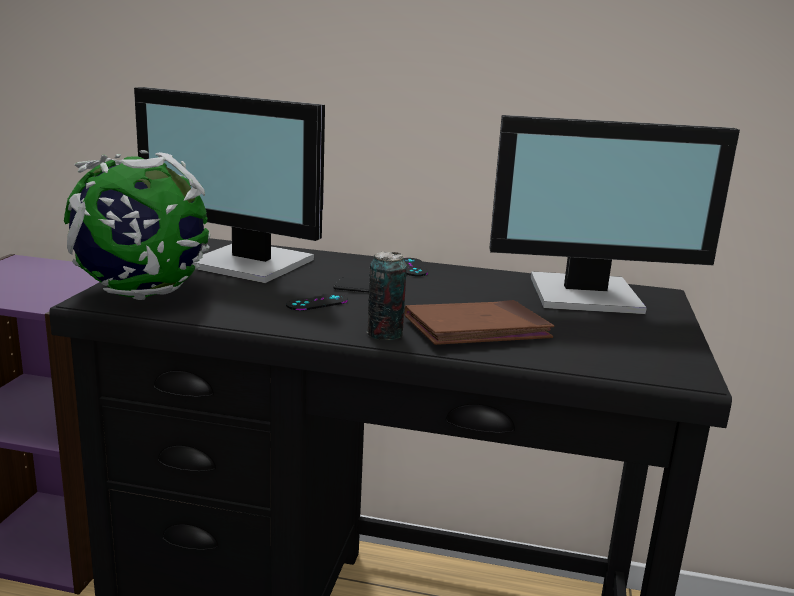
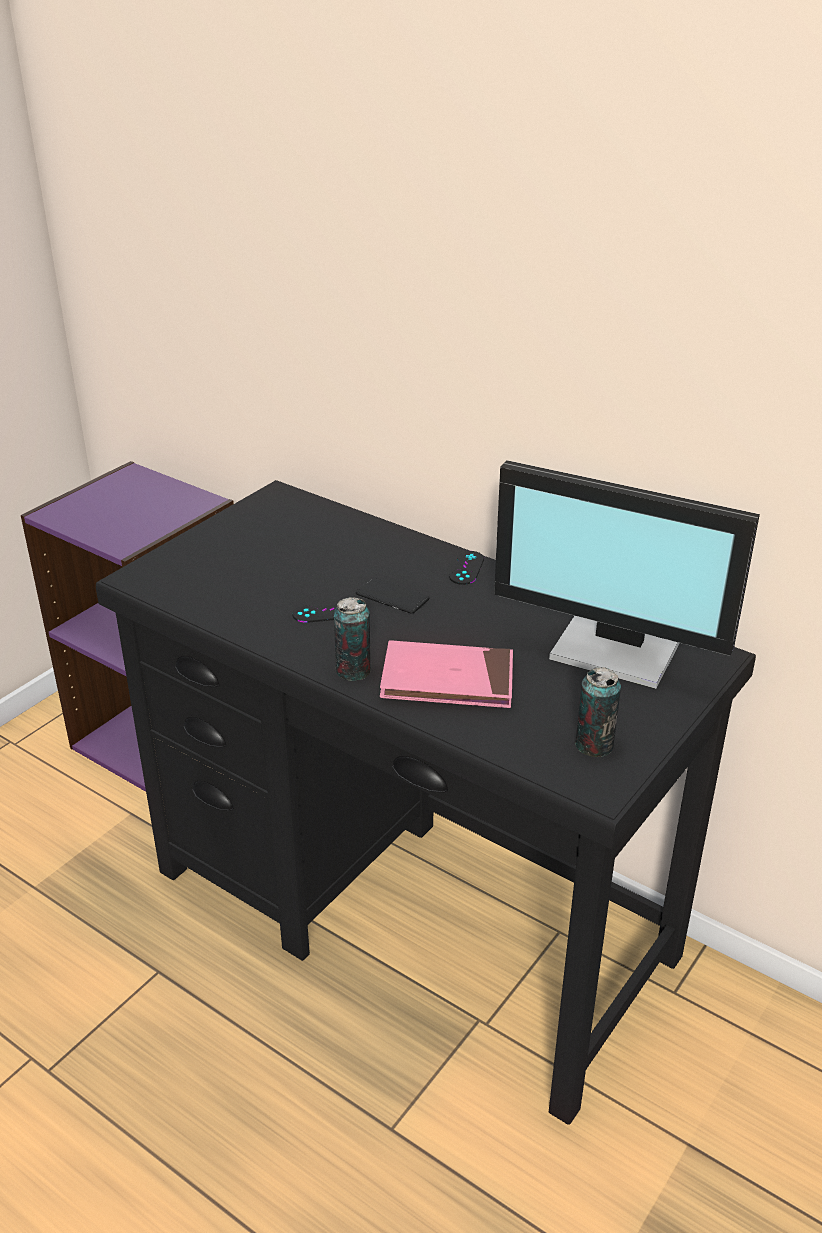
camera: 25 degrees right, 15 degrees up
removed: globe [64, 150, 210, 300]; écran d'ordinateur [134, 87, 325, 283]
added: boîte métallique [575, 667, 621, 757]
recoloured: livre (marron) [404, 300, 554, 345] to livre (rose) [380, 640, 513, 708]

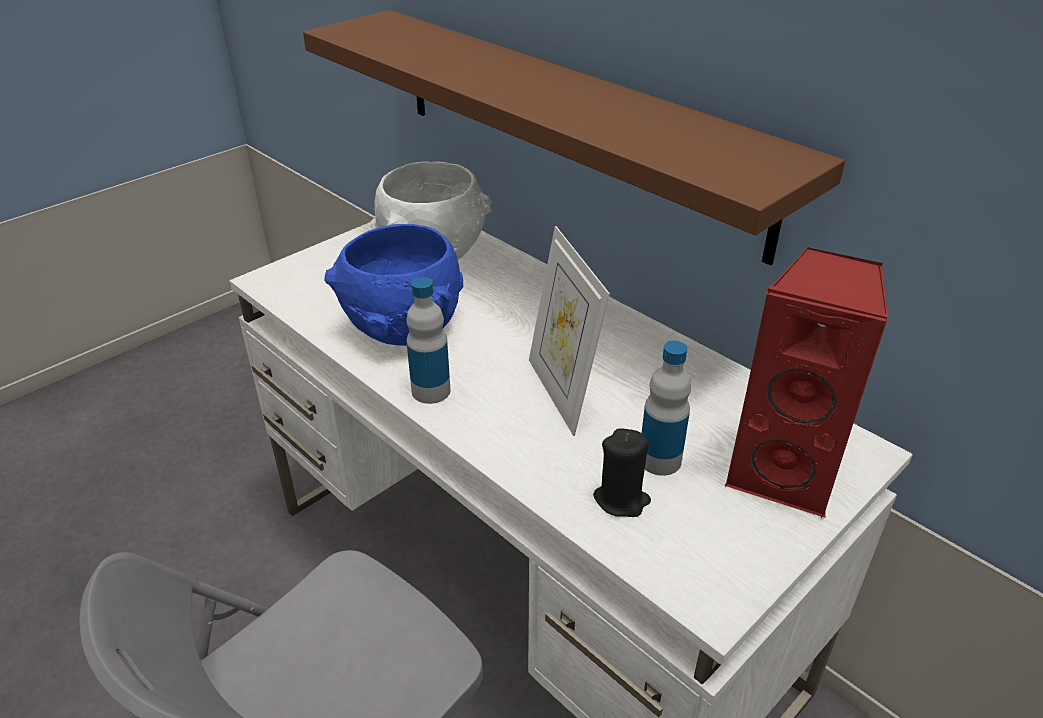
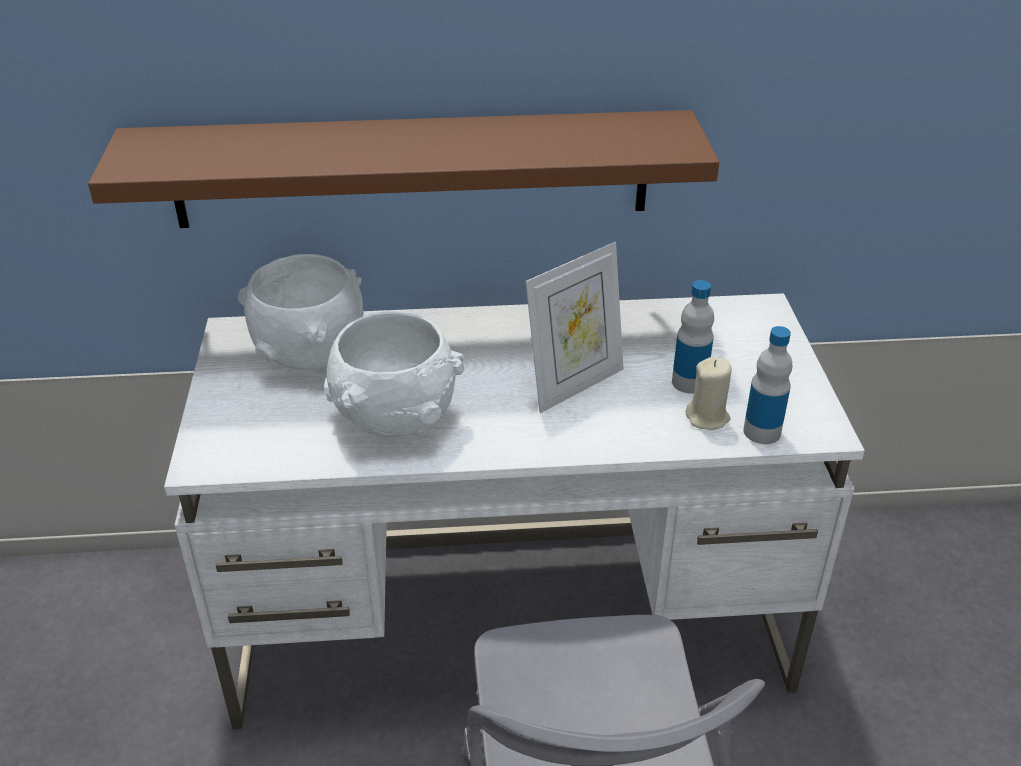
camera: 50 degrees left, 0 degrees up
removed: enceinte (rouge) [724, 246, 889, 519]
moved: bouteille [406, 277, 450, 404] to [743, 326, 792, 444]
recoloured: bol (bleu) [324, 224, 463, 346] to bol (blanc) [324, 312, 464, 438]; bougie (noir) [593, 428, 651, 517] to bougie (beige) [686, 357, 732, 430]
turned: cadre photo [529, 226, 610, 436] = [526, 242, 624, 413] 60 degrees counterclockwise

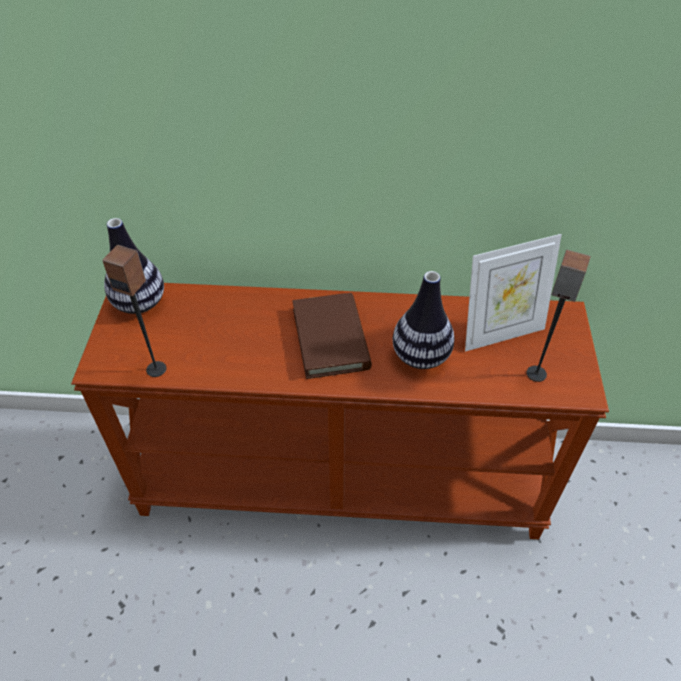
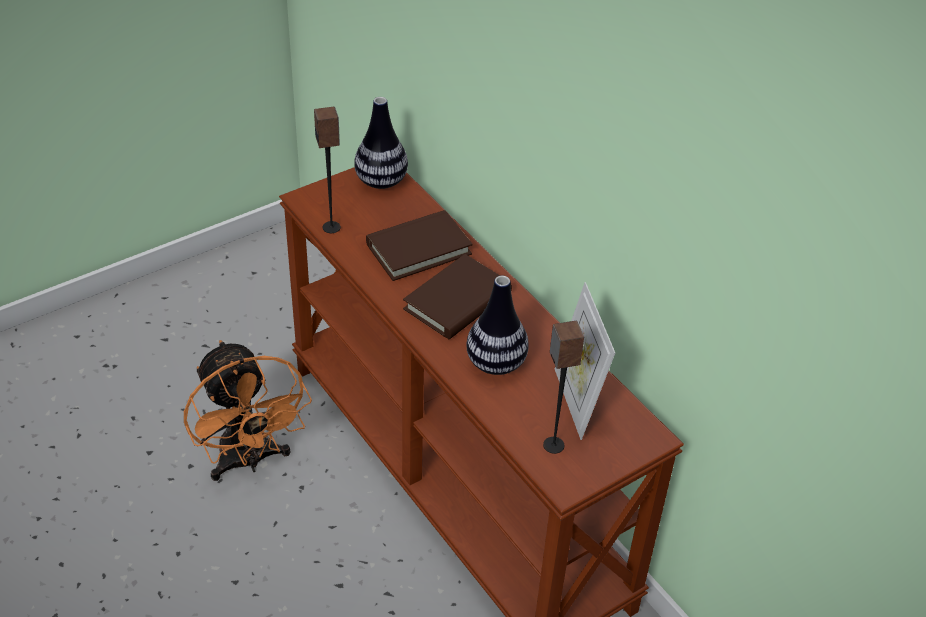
camera: 50 degrees right, 5 degrees down
added: ventilateur (orange) [184, 340, 312, 481]; livre (marron) [366, 210, 473, 281]
turned: cadre photo [465, 234, 562, 352] = [555, 282, 615, 440] 45 degrees clockwise

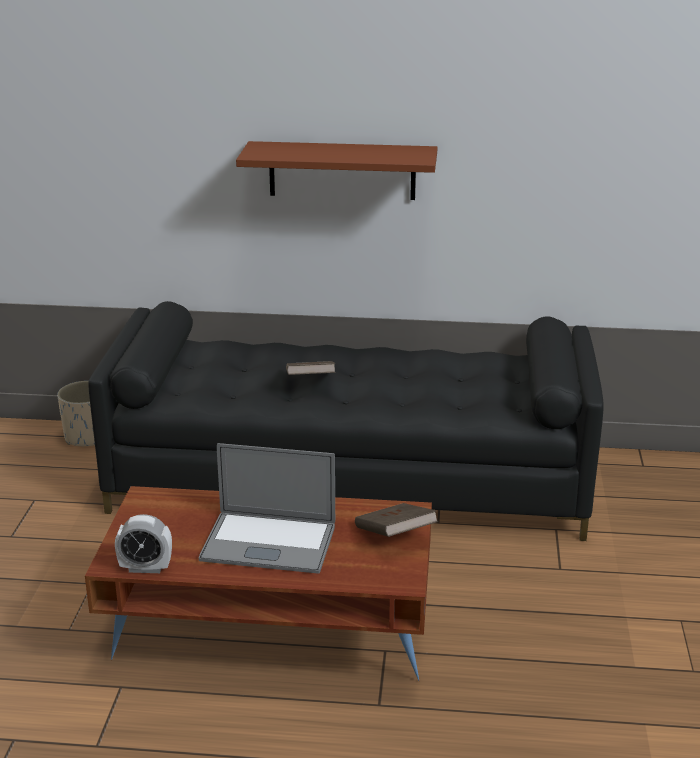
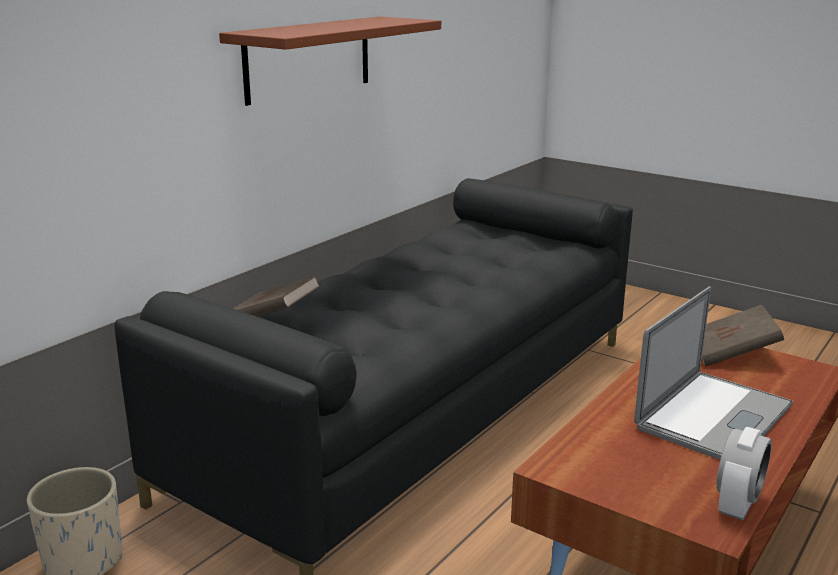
camera: 60 degrees left, 5 degrees down
moved: livre (marron) [286, 361, 336, 375] to [233, 275, 320, 316]

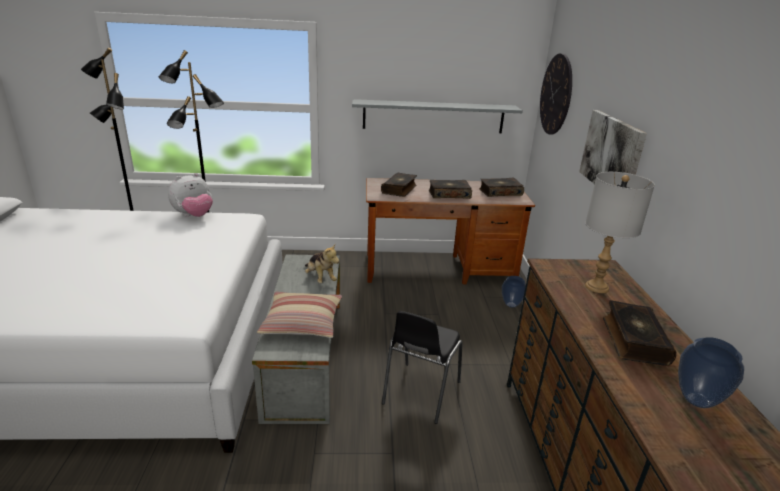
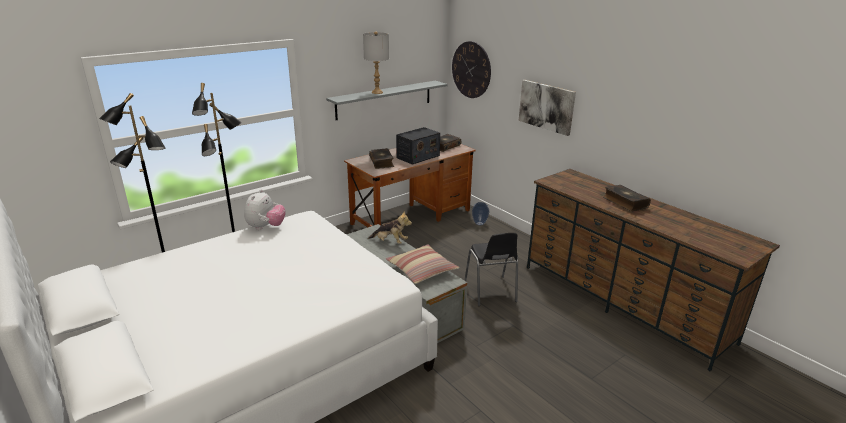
camera: 35 degrees left, 0 degrees up
removed: vase [678, 337, 744, 408]
moved: lampe de table (gris) [585, 172, 655, 293] to [363, 31, 389, 94]
replaced: livre [429, 180, 472, 199] to radio [396, 127, 440, 165]

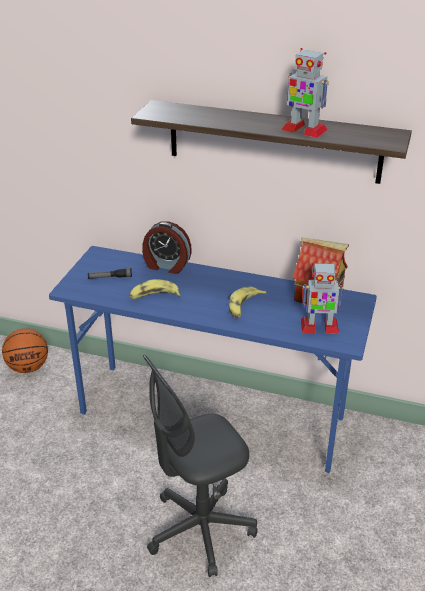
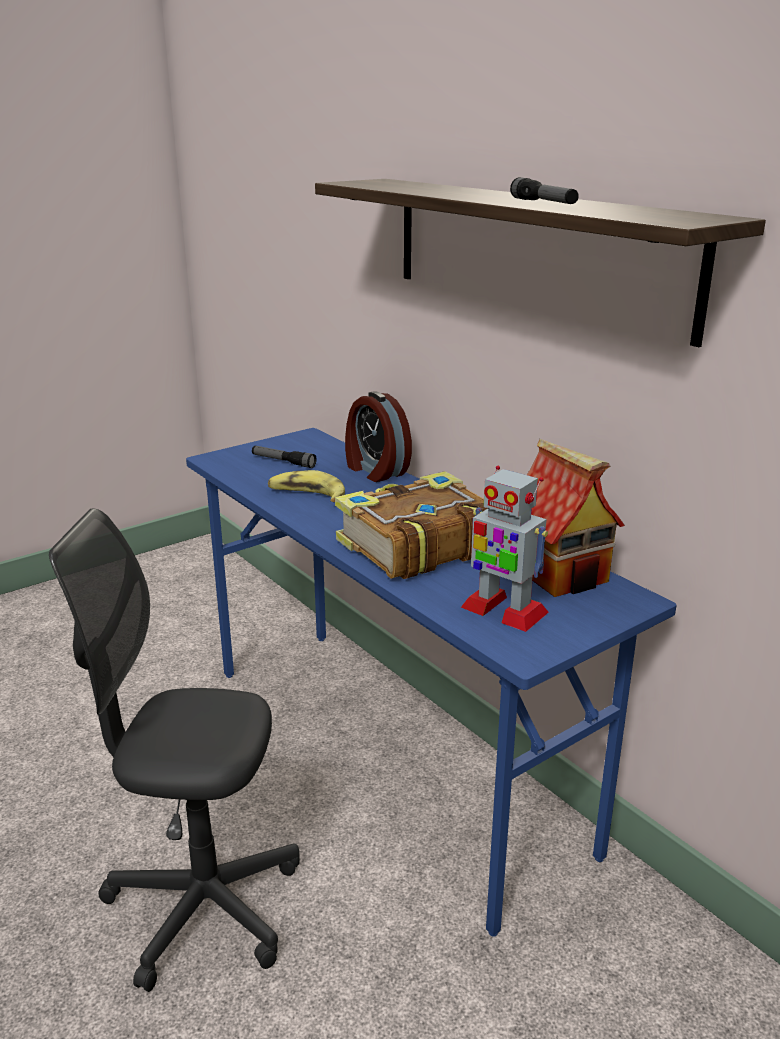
camera: 35 degrees right, 10 degrees down
removed: ballon de basket [2, 328, 48, 373]
replaced: banane [229, 286, 267, 318] to livre [335, 471, 488, 579]; robot jouet [281, 48, 329, 138] to lampe de poche [510, 177, 579, 204]

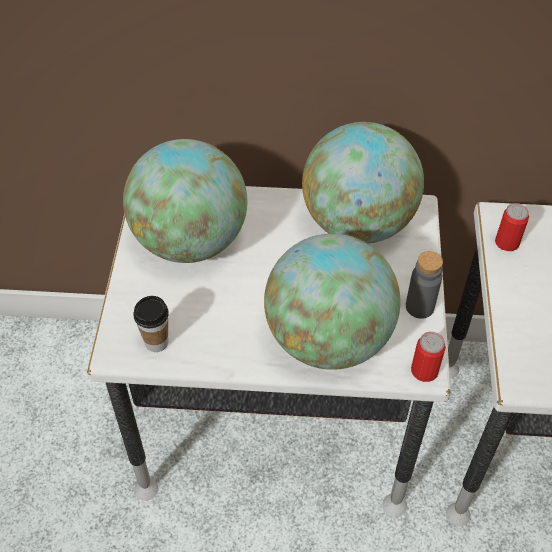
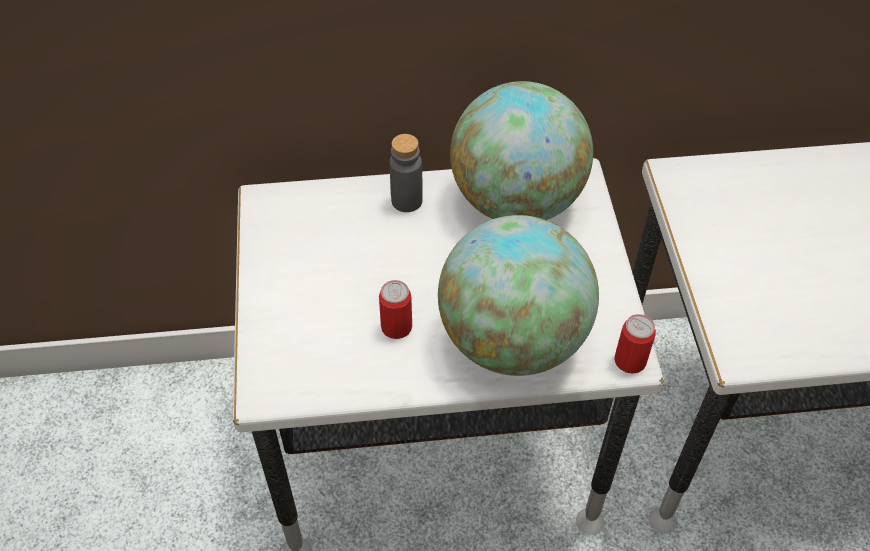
camera: 10 degrees left, 0 degrees up
removed: globe [123, 139, 247, 263]; tasse [134, 296, 169, 352]
moved: bouteille (gris) [406, 251, 443, 319] to [389, 134, 423, 212]; boîte métallique [495, 203, 529, 251] to [379, 280, 412, 339]

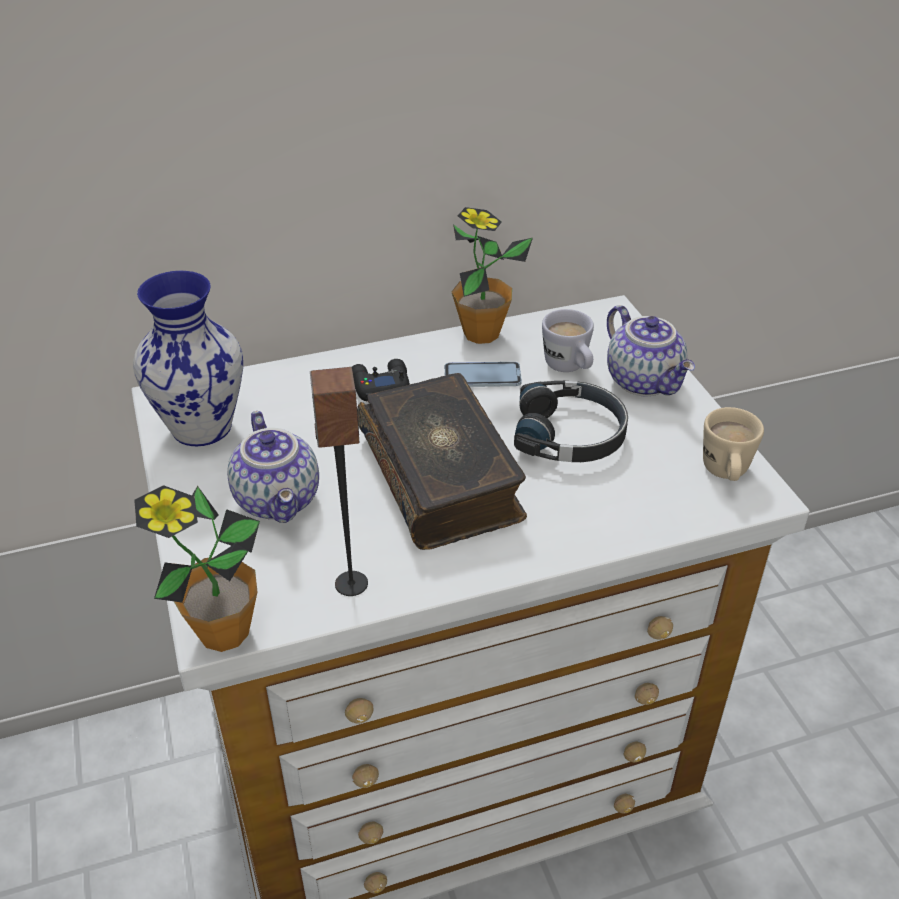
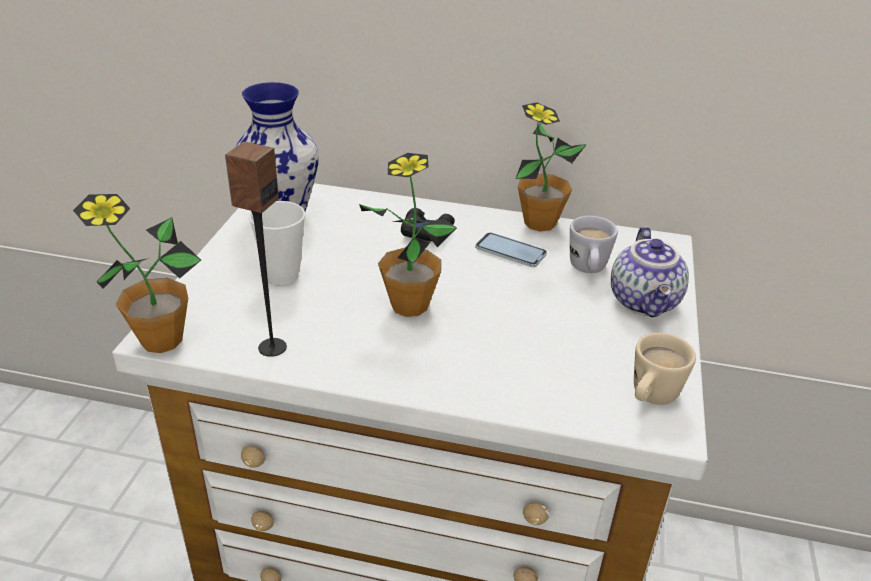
camera: 30 degrees right, 5 degrees down
removed: casque audio (noir) [514, 381, 628, 462]
replaced: théière [227, 411, 319, 523] to tasse [249, 201, 305, 285]; livre [357, 373, 527, 550] to plante en pot [359, 153, 457, 317]

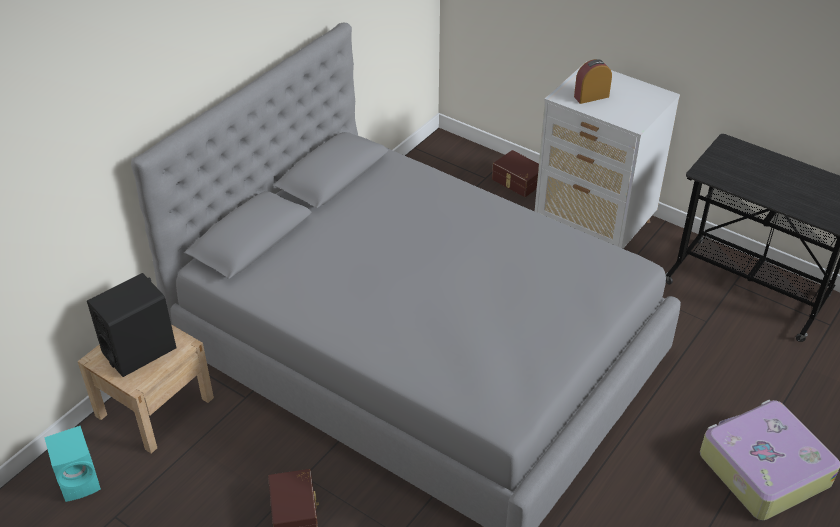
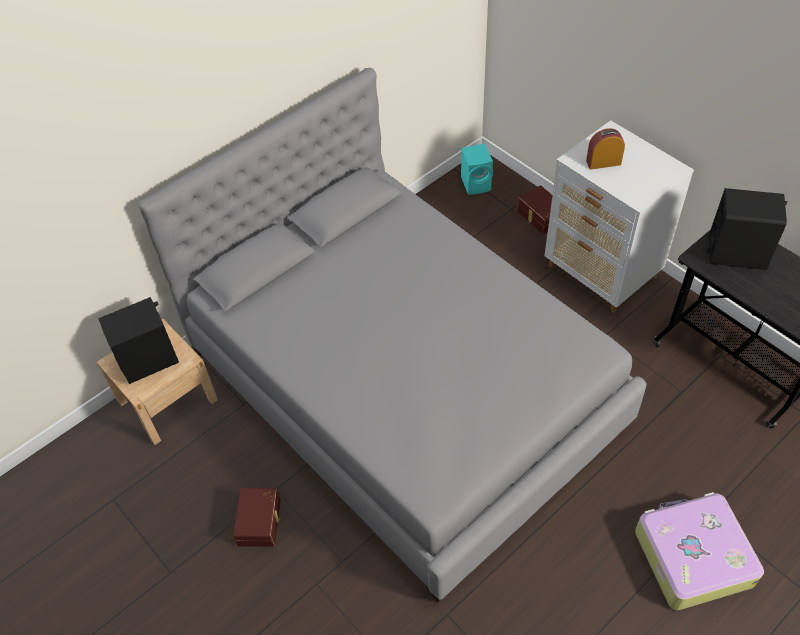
camera: 15 degrees right, 10 degrees up
added: enceinte (noir) [708, 188, 787, 270]
moved: enceinte (turquoise) [44, 426, 101, 502] to [461, 143, 493, 195]

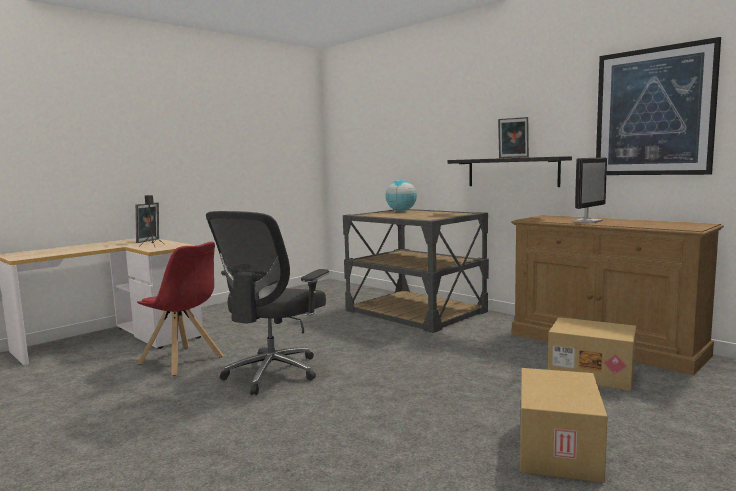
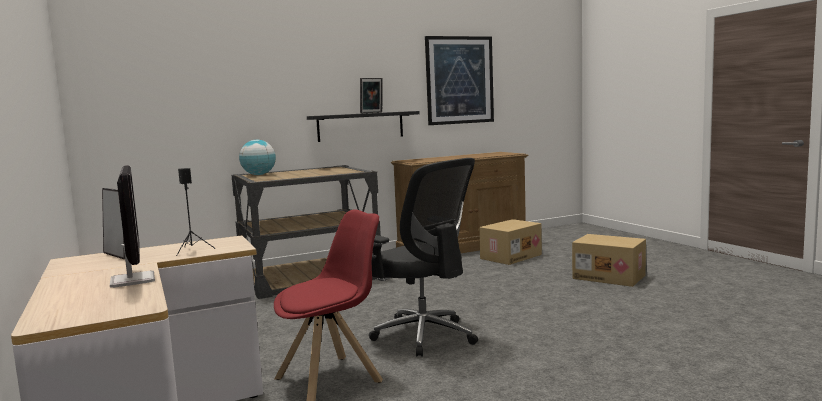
camera: 70 degrees left, 0 degrees up
moved: écran d'ordinateur [572, 157, 607, 223] to [110, 165, 155, 288]

